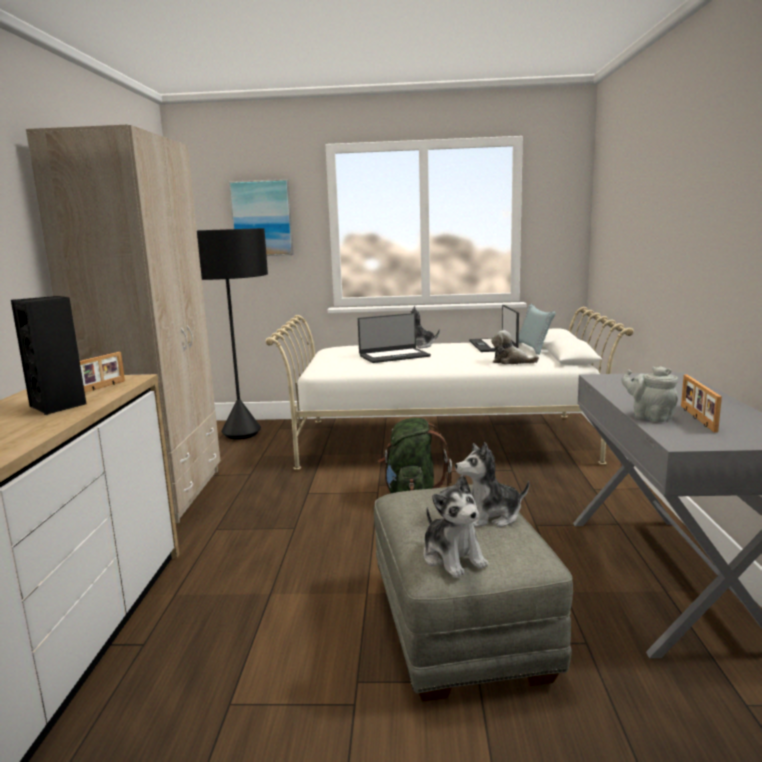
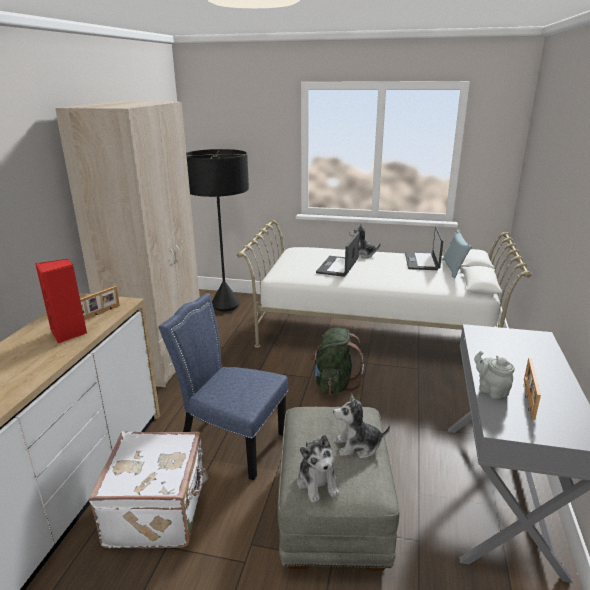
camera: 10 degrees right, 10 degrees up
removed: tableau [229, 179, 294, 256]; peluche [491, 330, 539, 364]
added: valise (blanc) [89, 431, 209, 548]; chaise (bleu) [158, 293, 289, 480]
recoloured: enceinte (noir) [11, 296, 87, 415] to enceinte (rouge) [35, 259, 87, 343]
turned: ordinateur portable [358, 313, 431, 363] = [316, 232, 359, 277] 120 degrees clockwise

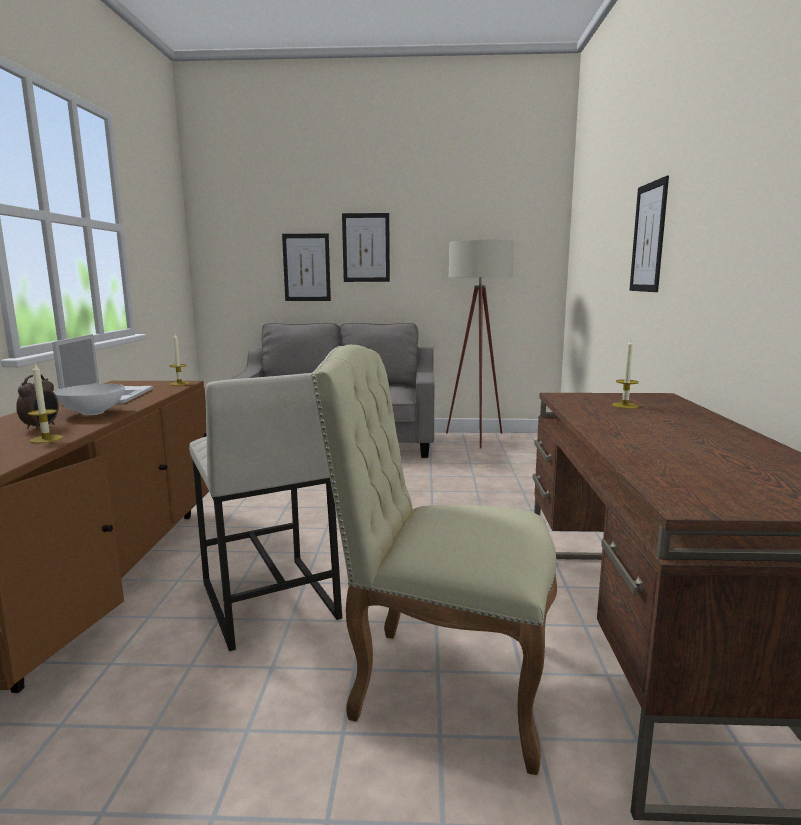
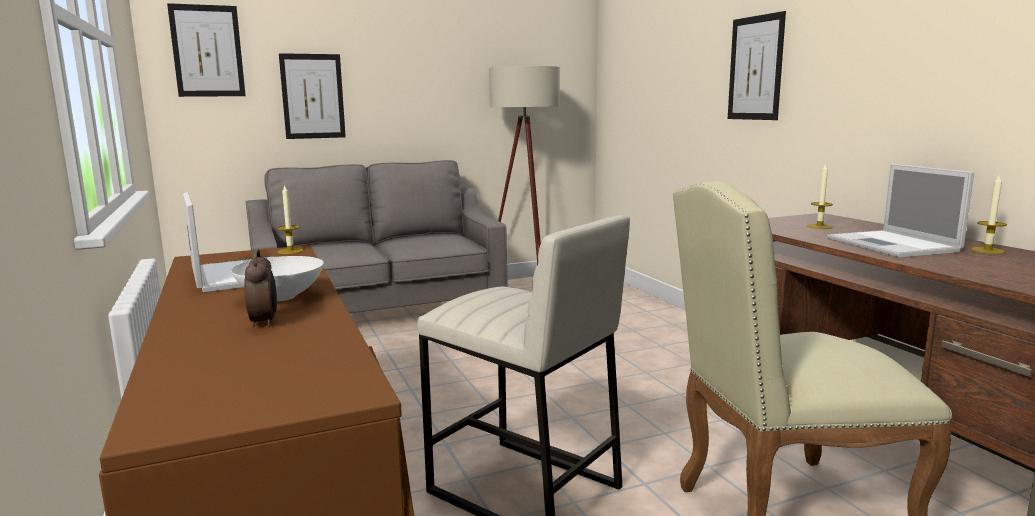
camera: 25 degrees left, 0 degrees up
added: ordinateur portable [827, 164, 974, 258]
moved: bougie [28, 364, 63, 443] to [971, 174, 1007, 254]; tableau [342, 213, 390, 282] to [167, 3, 246, 97]

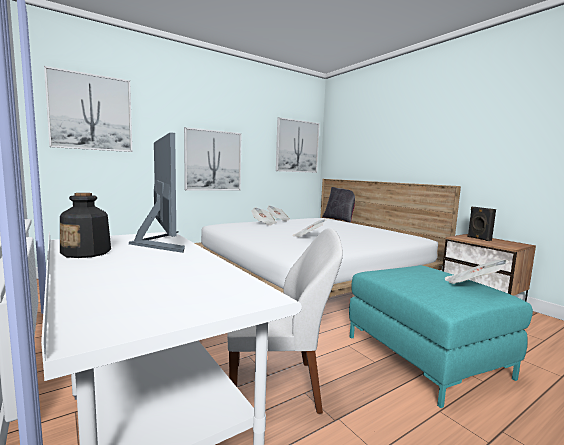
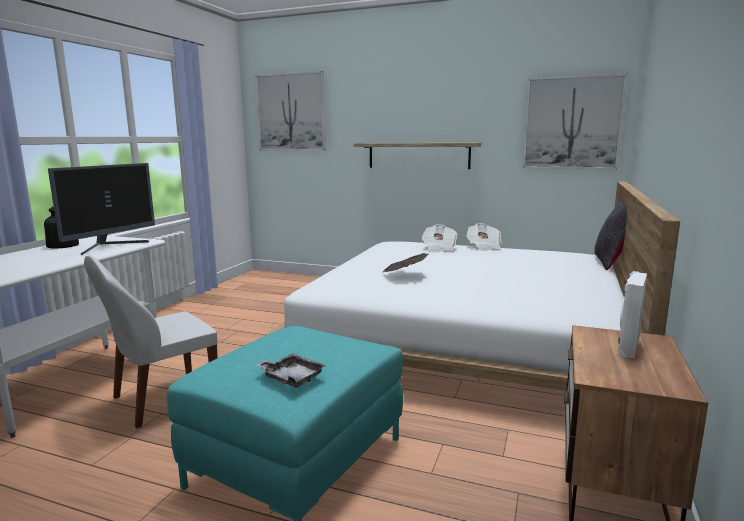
camera: 55 degrees right, 5 degrees up
replaced: tableau [184, 127, 241, 190] to étagère [354, 143, 481, 169]; journal [444, 260, 509, 284] to plateau (gris) [255, 353, 326, 388]
recoloured: enceinte (noir) [468, 207, 496, 241] to enceinte (blanc) [617, 271, 647, 358]
turned: chaise (blanc) [227, 228, 343, 414] = [84, 256, 218, 428] 90 degrees clockwise

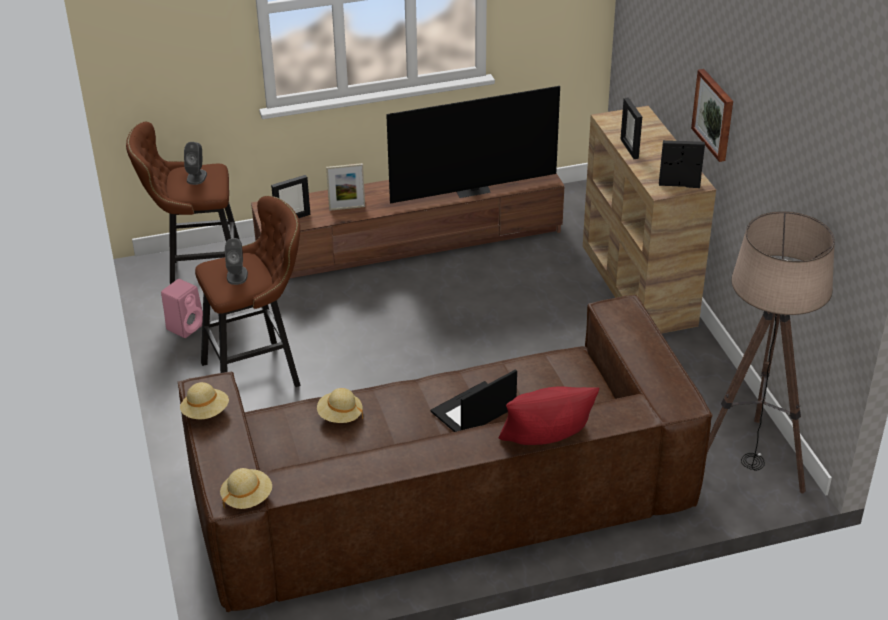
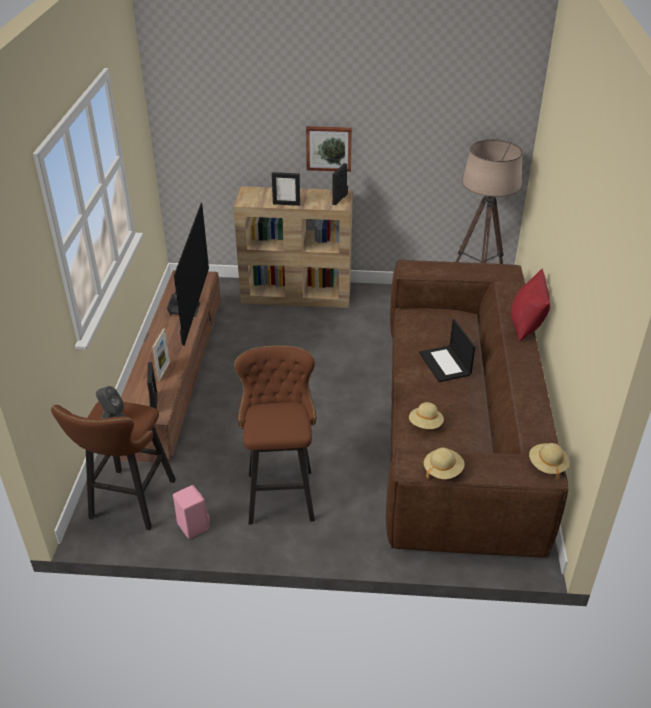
camera: 70 degrees left, 0 degrees up
removed: enceinte (gris) [225, 238, 248, 285]

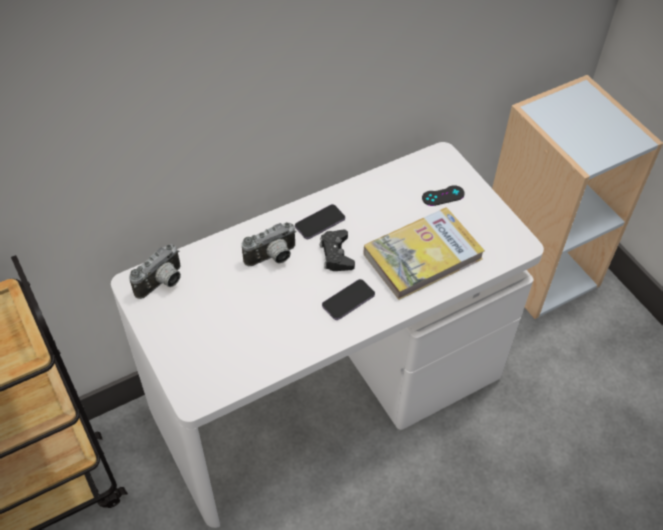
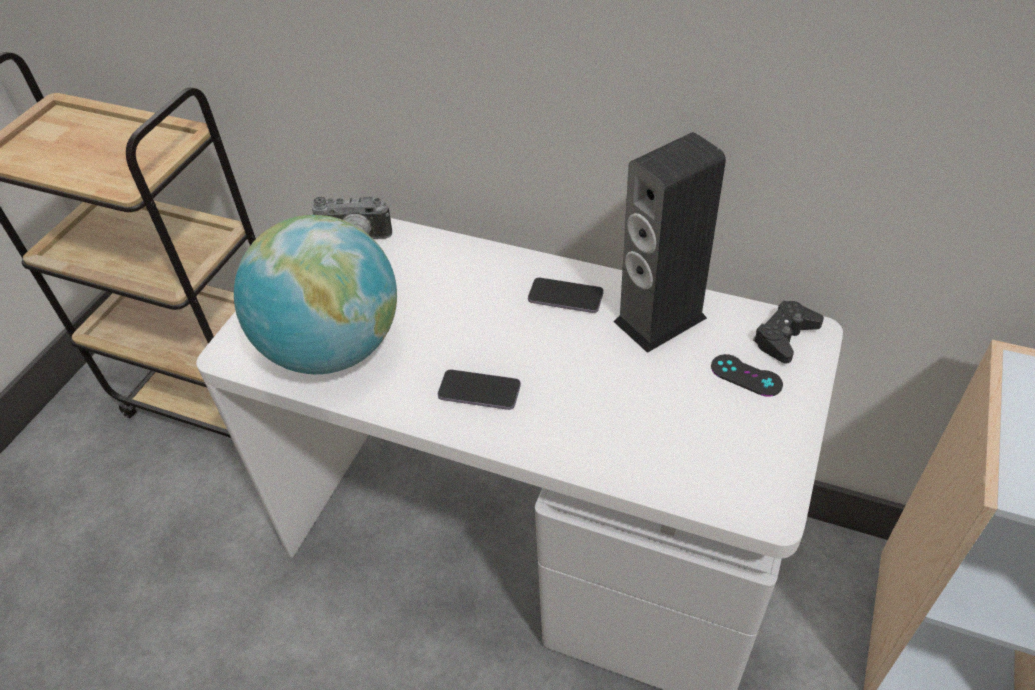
camera: 55 degrees right, 5 degrees down
removed: appareil photo [242, 222, 297, 266]; livre [363, 207, 485, 300]
added: globe [234, 215, 397, 374]; enceinte [614, 132, 726, 353]
moved: manette (noir) [320, 229, 355, 271] to [753, 301, 824, 364]

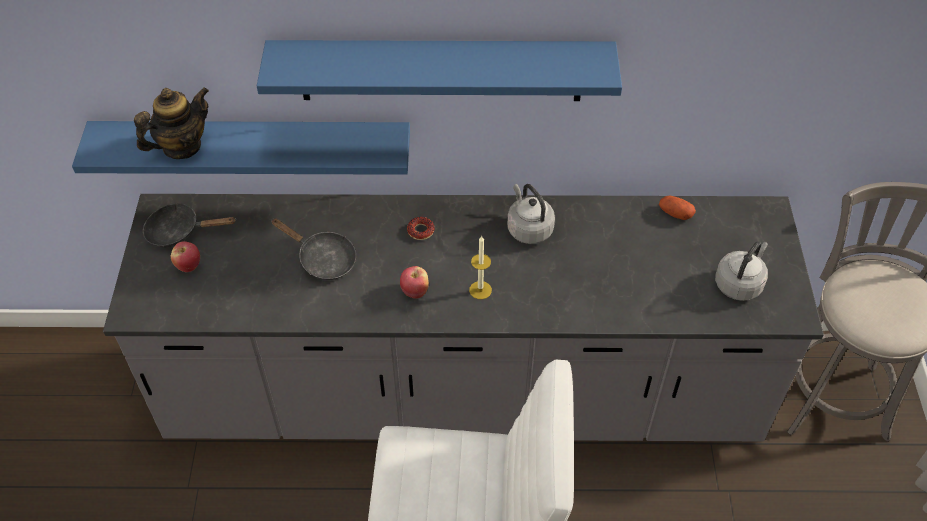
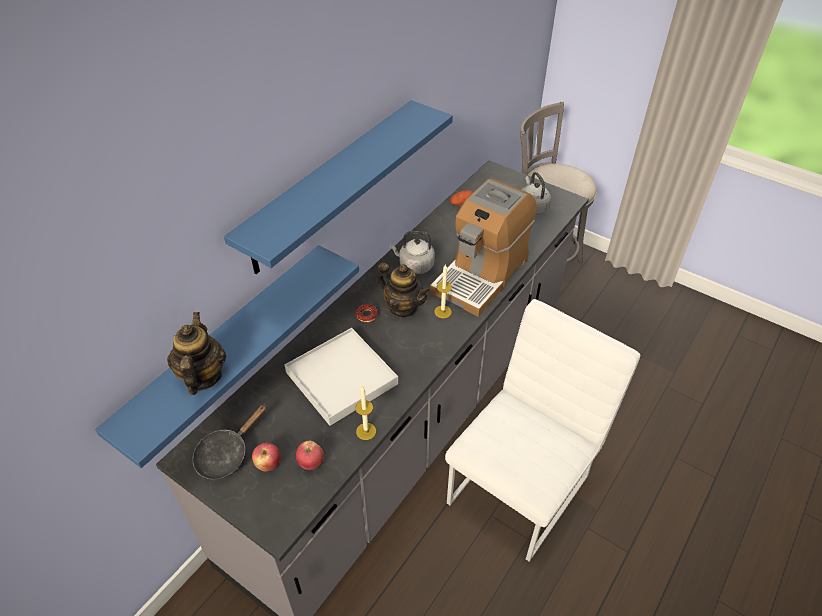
camera: 55 degrees left, 5 degrees down
added: bougie [355, 386, 376, 440]; théière [377, 263, 430, 317]; machine à café [430, 178, 537, 317]
moved: pomme [400, 266, 429, 298] to [296, 441, 324, 470]
replaced: poêle (noir) [271, 218, 356, 280] to plateau (blanc) [285, 328, 398, 426]

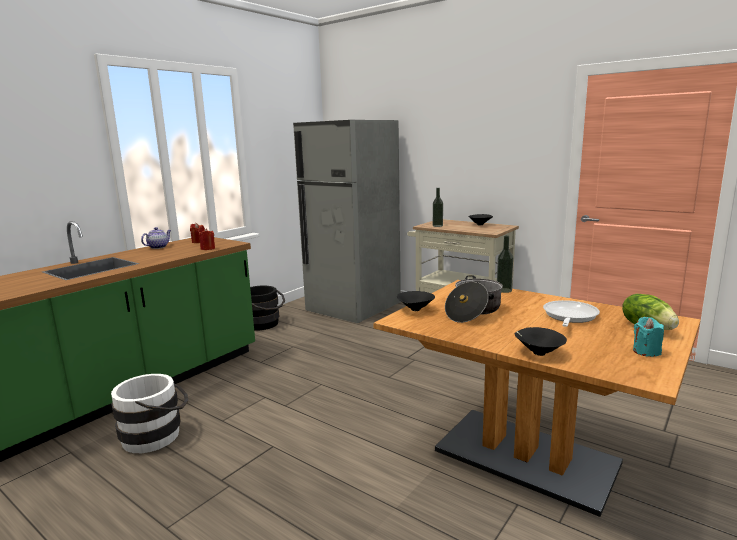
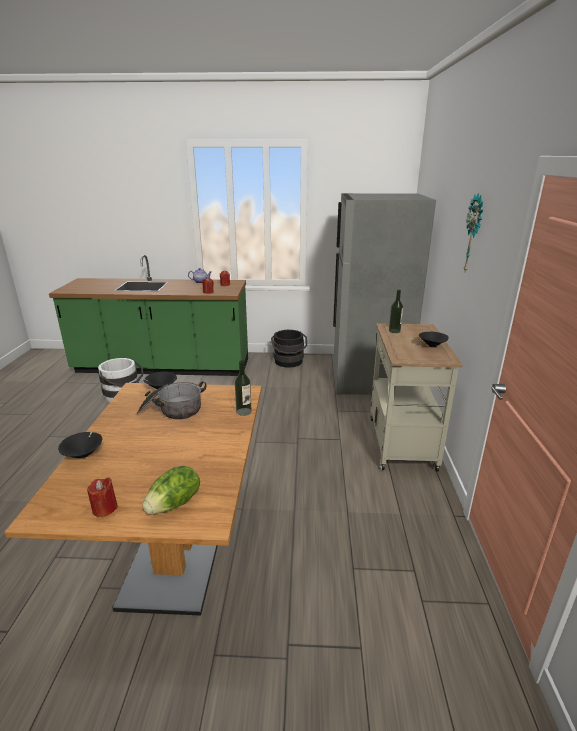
camera: 55 degrees right, 10 degrees up
removed: poêle [543, 300, 600, 327]
added: horloge murale [464, 193, 483, 272]
recoloured: bougie (turquoise) [633, 317, 664, 357] to bougie (rouge) [87, 477, 118, 517]

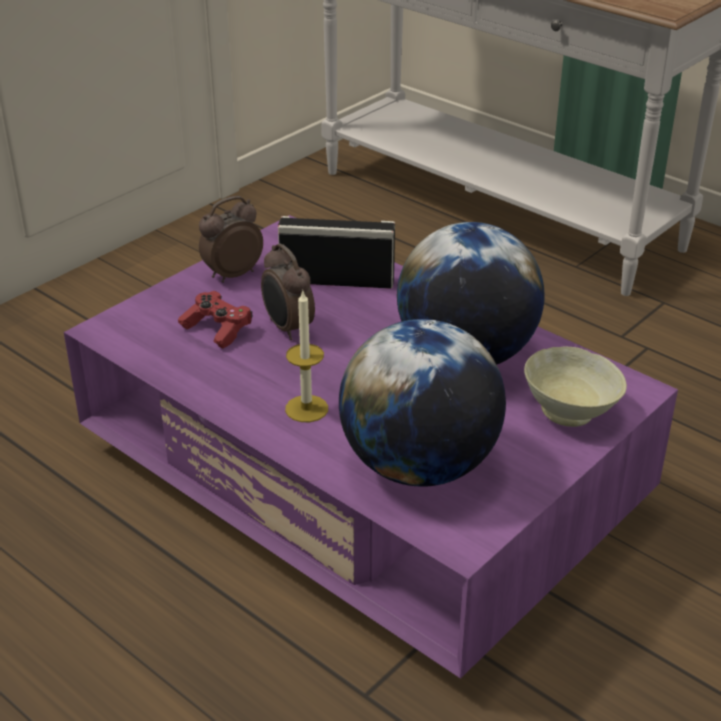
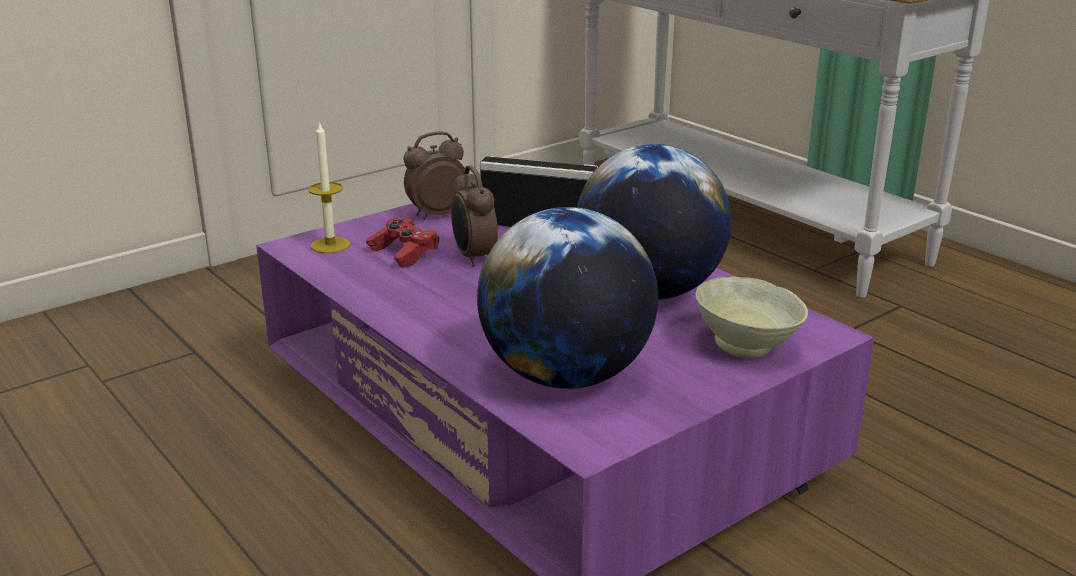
camera: 10 degrees right, 10 degrees down
moved: bougie [285, 289, 328, 422] to [308, 121, 350, 253]

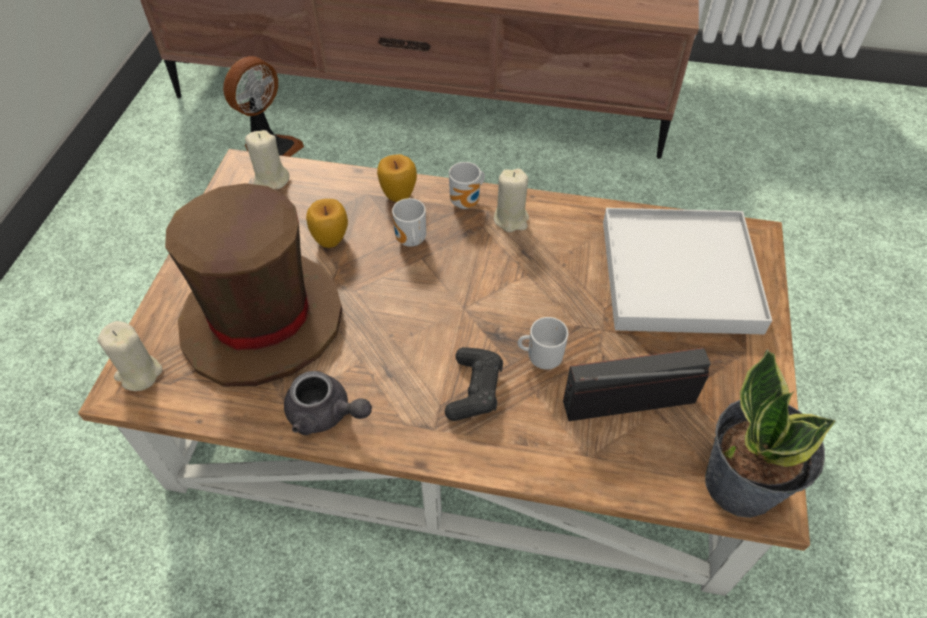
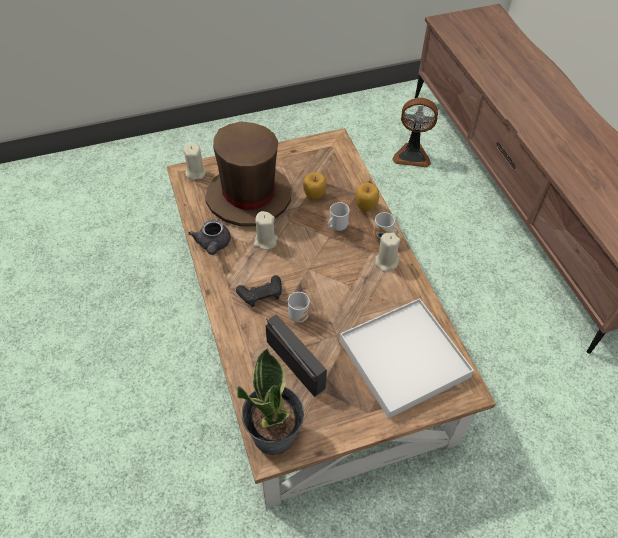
camera: 60 degrees right, 0 degrees up
moved: bougie (beige) [245, 130, 290, 190] to [254, 211, 278, 250]

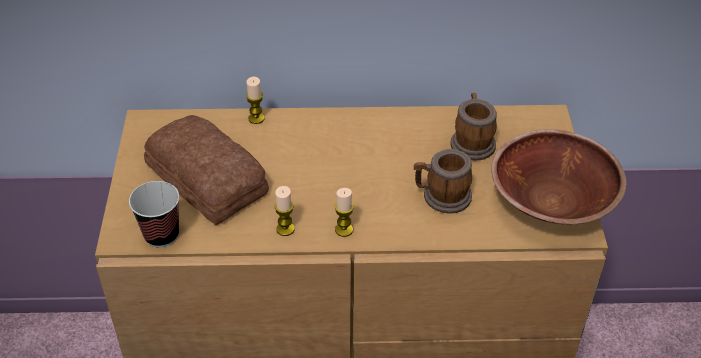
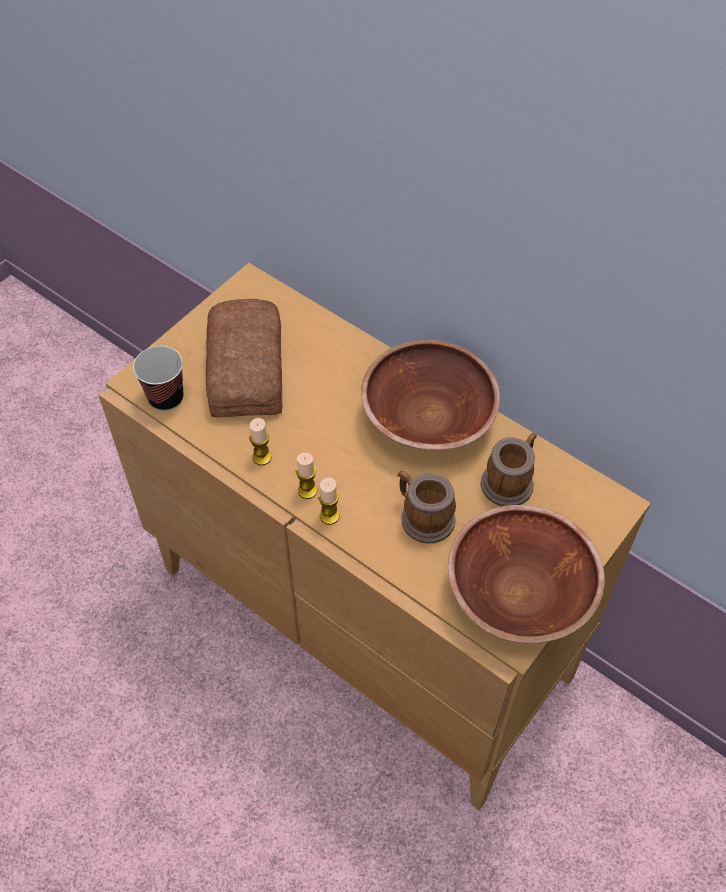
camera: 40 degrees right, 10 degrees up
added: bol (marron) [361, 340, 500, 450]
moved: bougie [246, 77, 265, 124] to [318, 478, 339, 525]

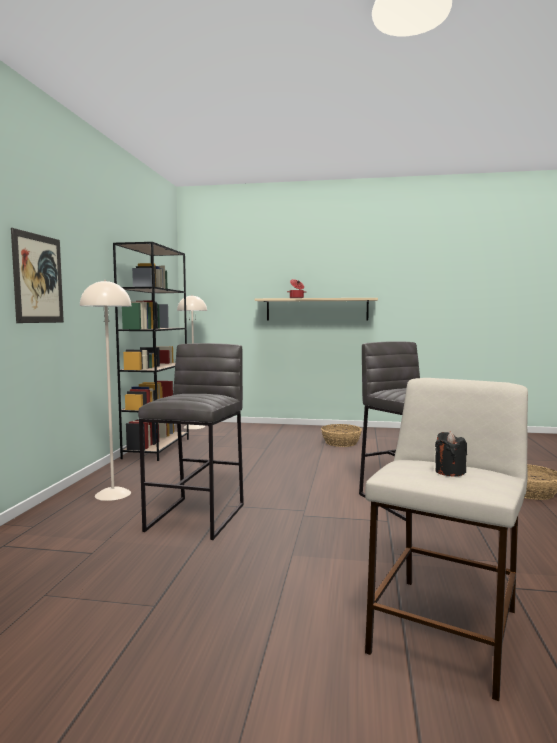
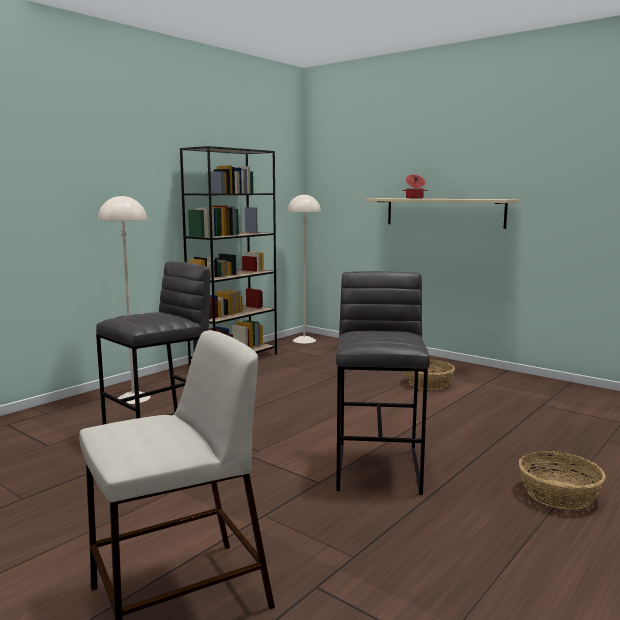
camera: 30 degrees right, 5 degrees up
removed: tableau [11, 228, 64, 323]; bougie (noir) [435, 431, 467, 477]

